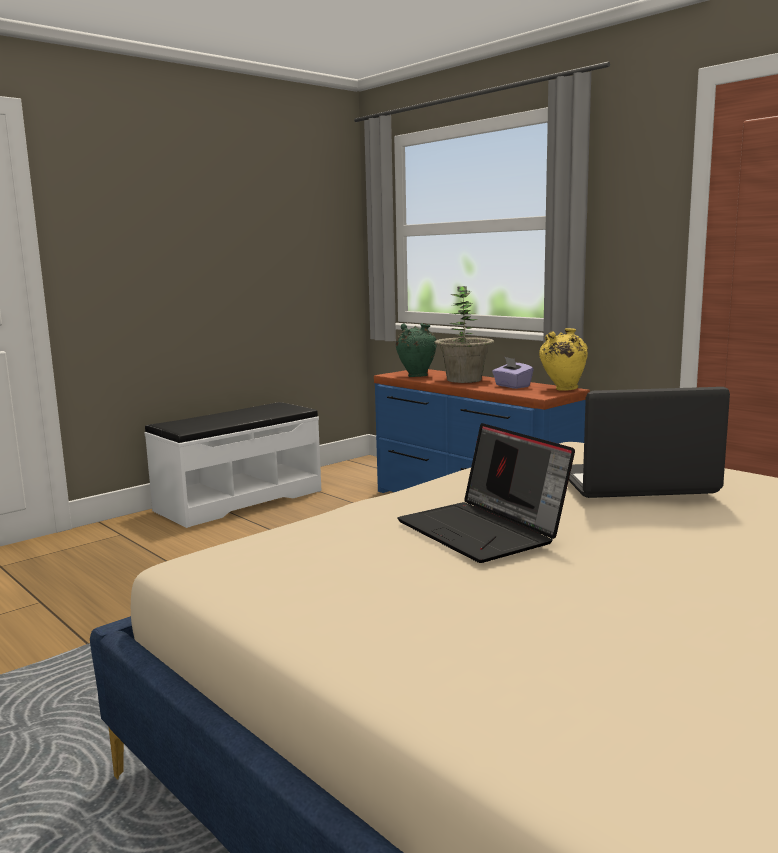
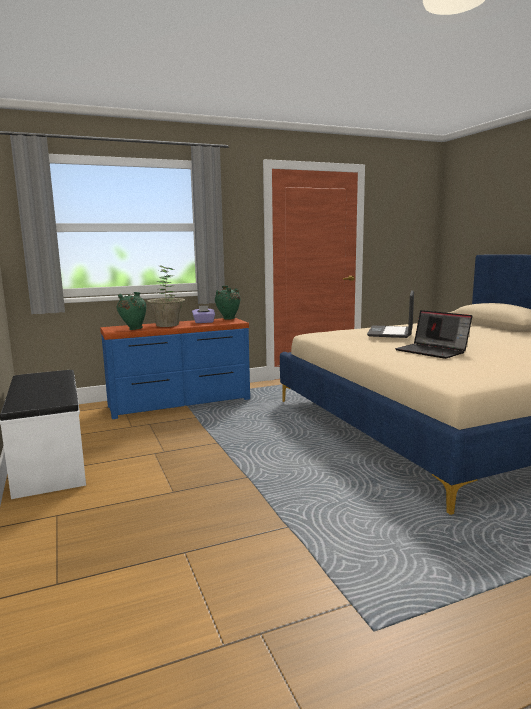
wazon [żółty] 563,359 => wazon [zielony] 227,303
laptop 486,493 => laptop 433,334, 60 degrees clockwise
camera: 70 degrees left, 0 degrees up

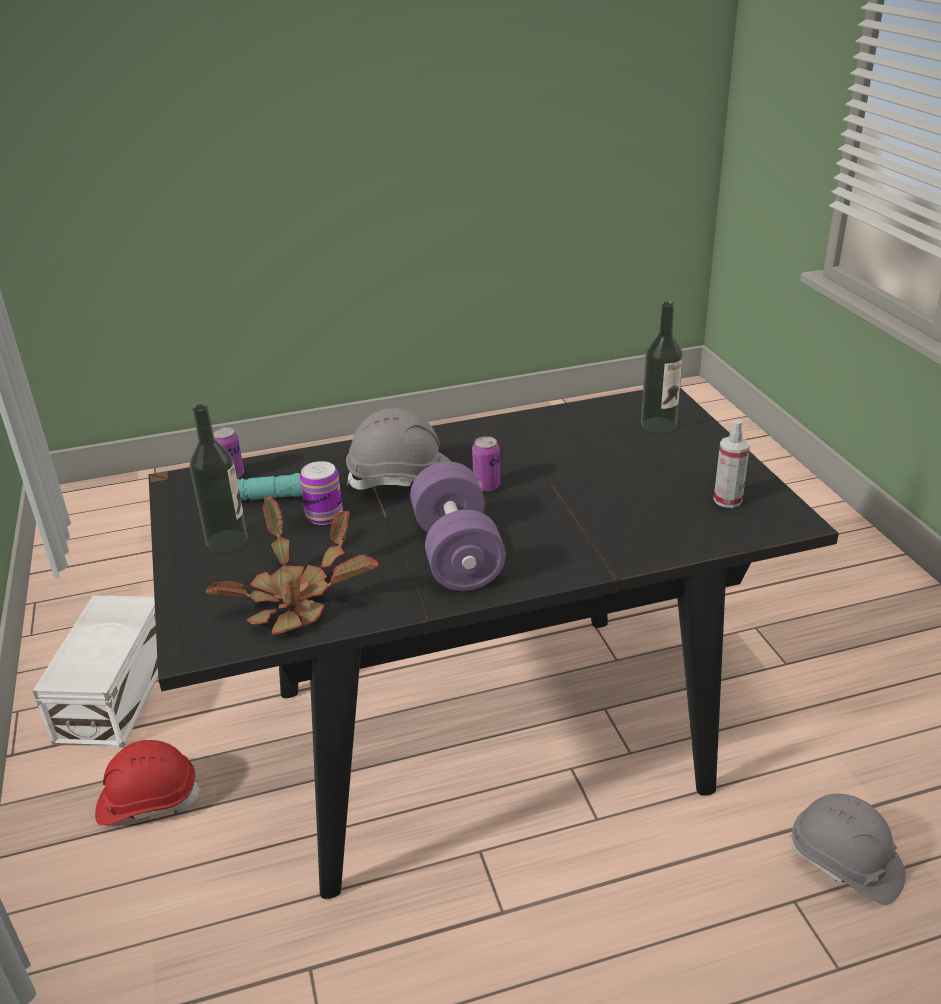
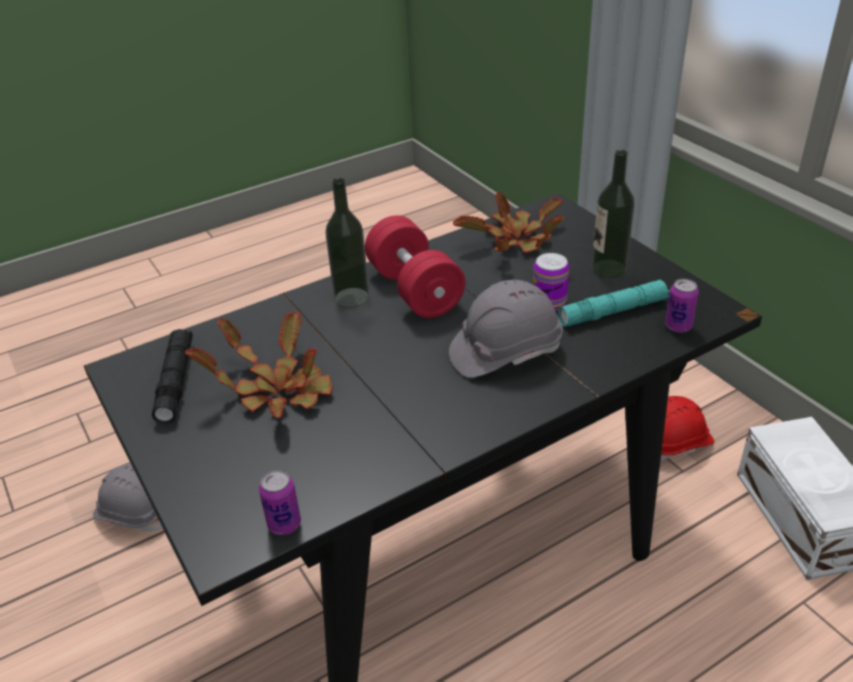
nothing => roślina doniczkowa 259,364
puszka 486,464 => puszka 280,502, relocated
butelka 662,368 => butelka 347,243, relocated
spryskiwacz 732,463 => latarka [czarny] 172,376
hantel [fioletowy] 458,526 => hantel [czerwony] 415,266
camera: 165 degrees right, 5 degrees up

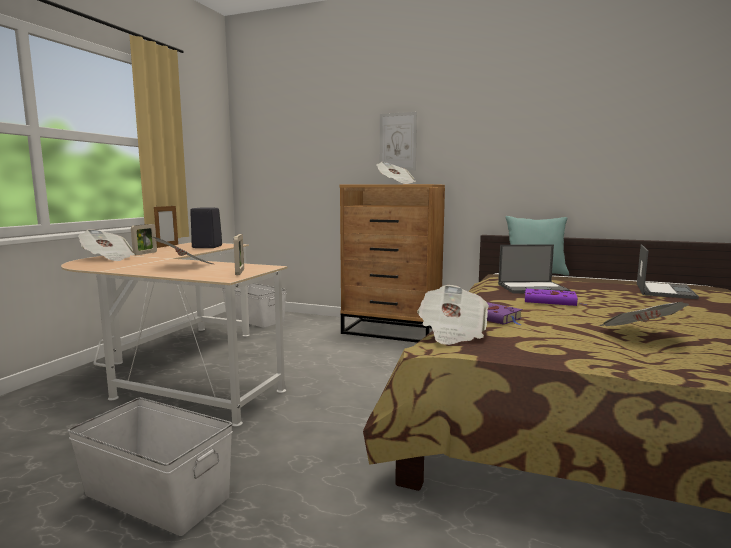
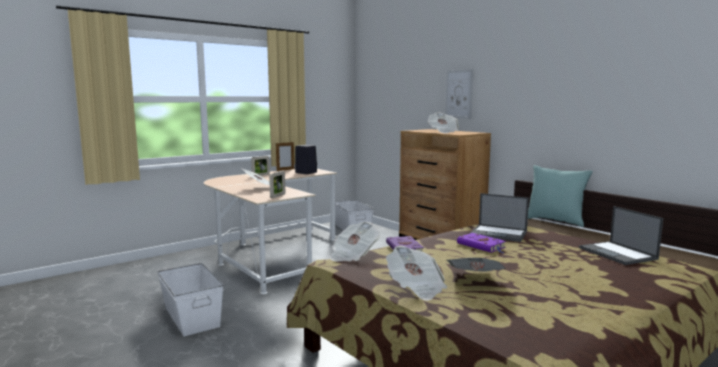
gazeta 106,245 => gazeta 416,273, relocated
laptop 668,271 => laptop 621,235, 105 degrees clockwise
camera: 30 degrees right, 0 degrees up

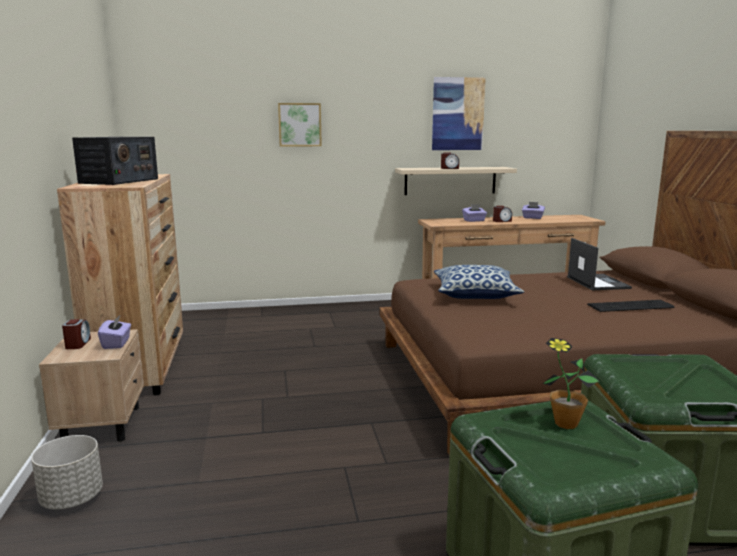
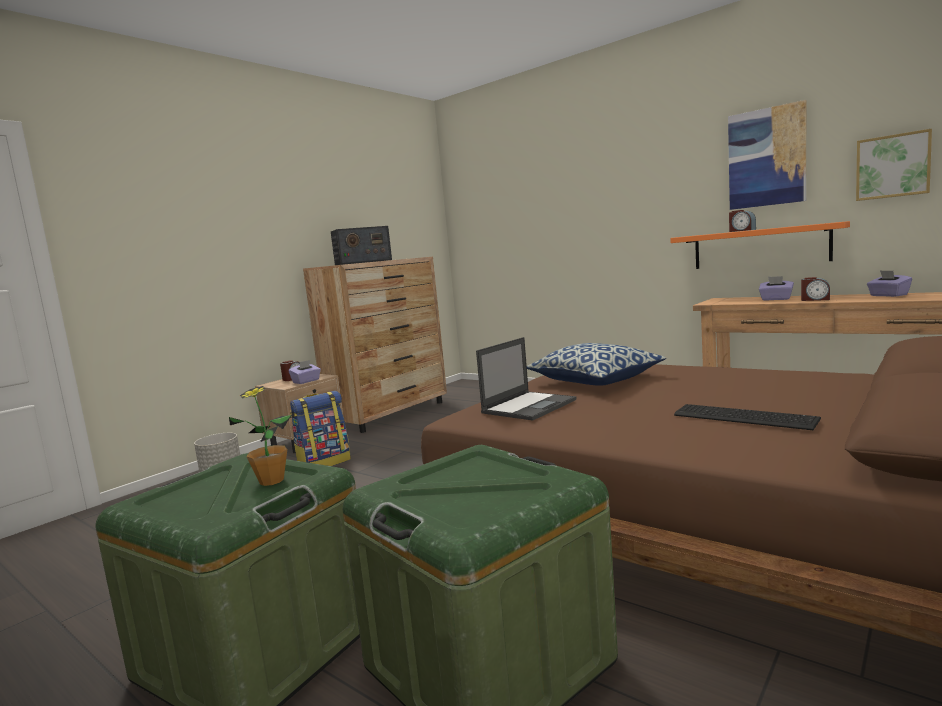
nothing => plecak 320,428
obraz 300,125 => obraz 894,165, relocated
laptop 599,264 => laptop 526,379, relocated
półka [beżowy] 456,181 => półka [pomarańczowy] 760,245
camera: 50 degrees right, 5 degrees down

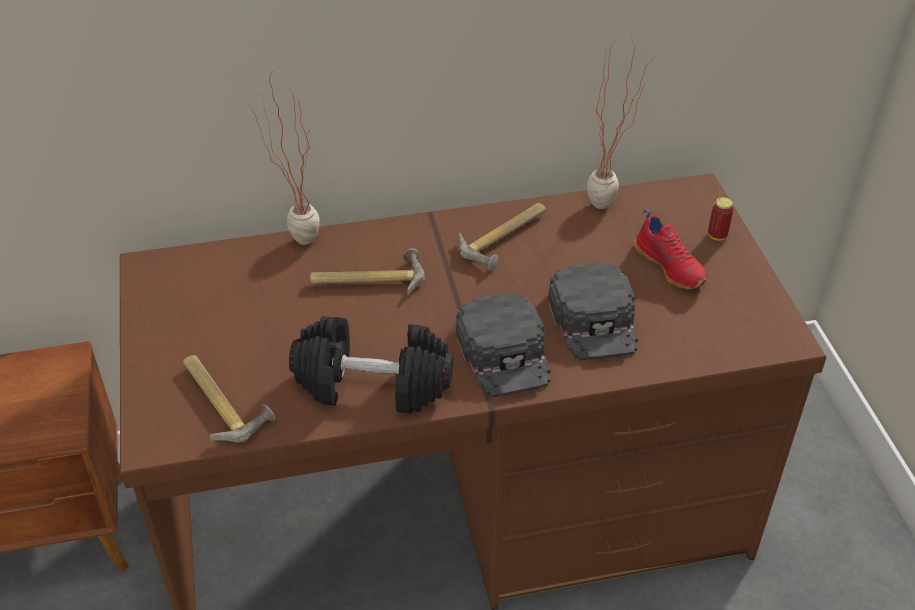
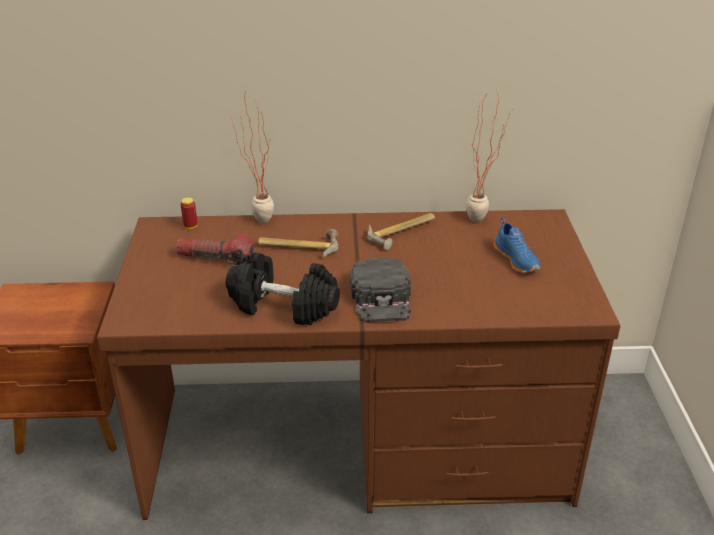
młotek 229,398 => nothing
czapka z daszkiem [czarny] 593,311 => nothing
nothing => latarka 215,249
puszka 721,219 => puszka 189,213, relocated
but [czerwony] 671,249 => but [niebieski] 517,245
camera: 10 degrees right, 10 degrees down

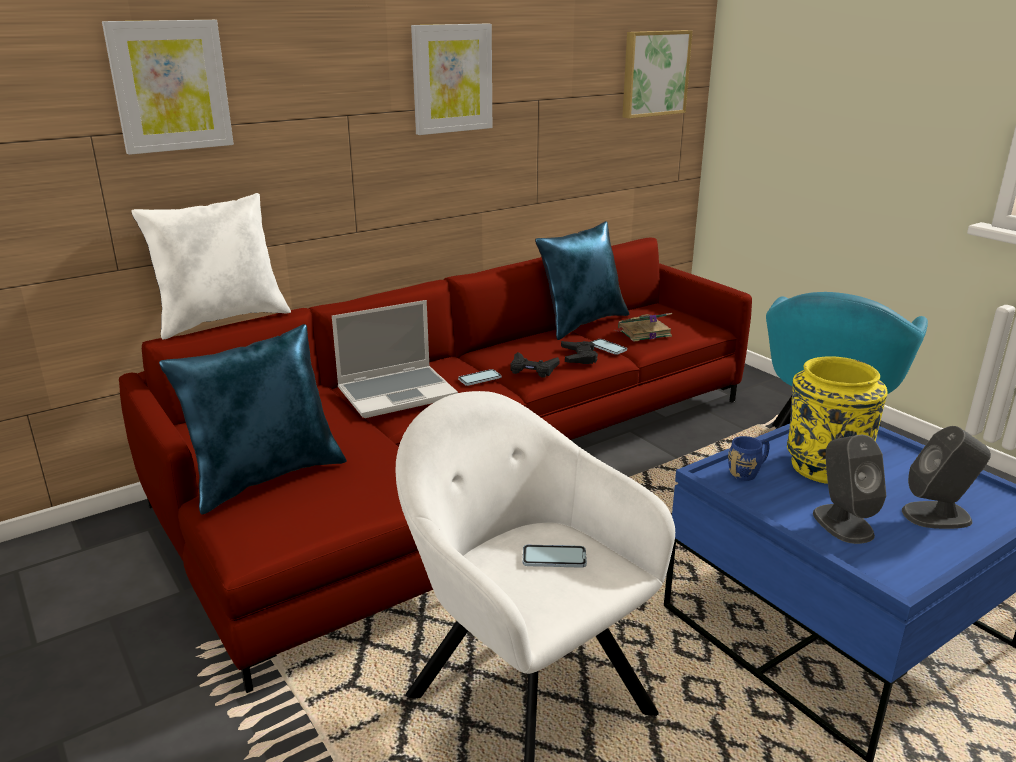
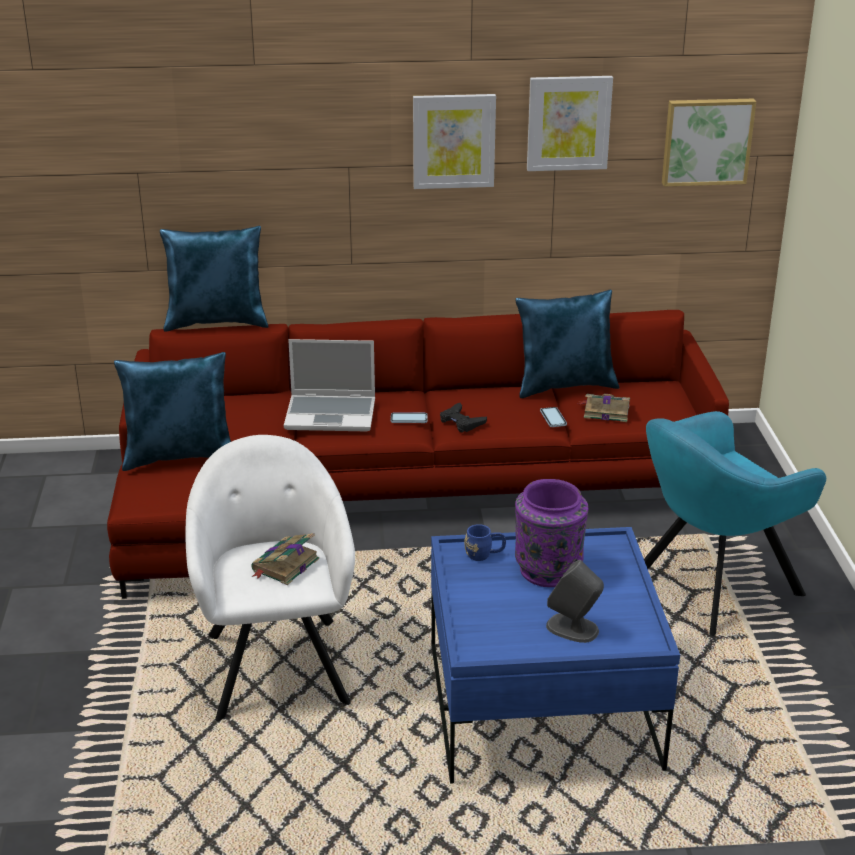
pad do gier [czarny] 579,352 => nothing
głośnik [szary] 849,489 => nothing
obraz 168,87 => obraz 570,123, relocated
telefon 555,556 => książka 285,559
poduszka [biały] 211,266 => poduszka [niebieski] 214,279
wazon [żółty] 837,420 => wazon [fioletowy] 552,533
camera: 30 degrees right, 5 degrees up

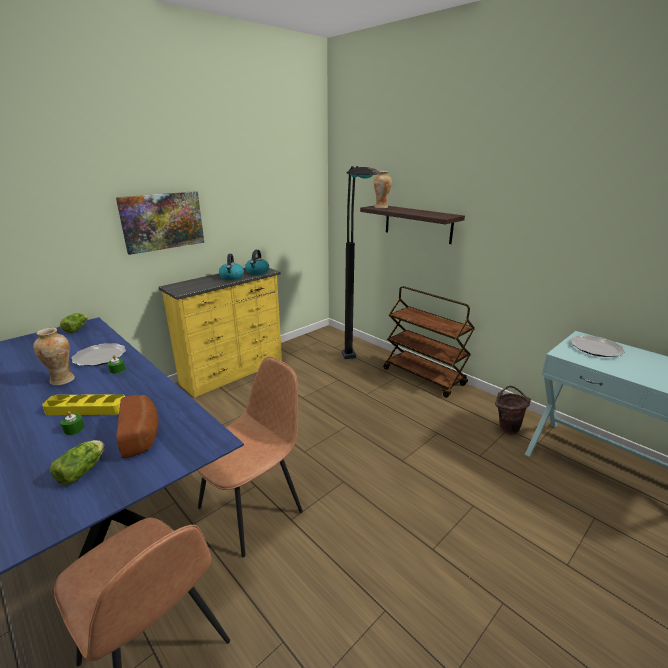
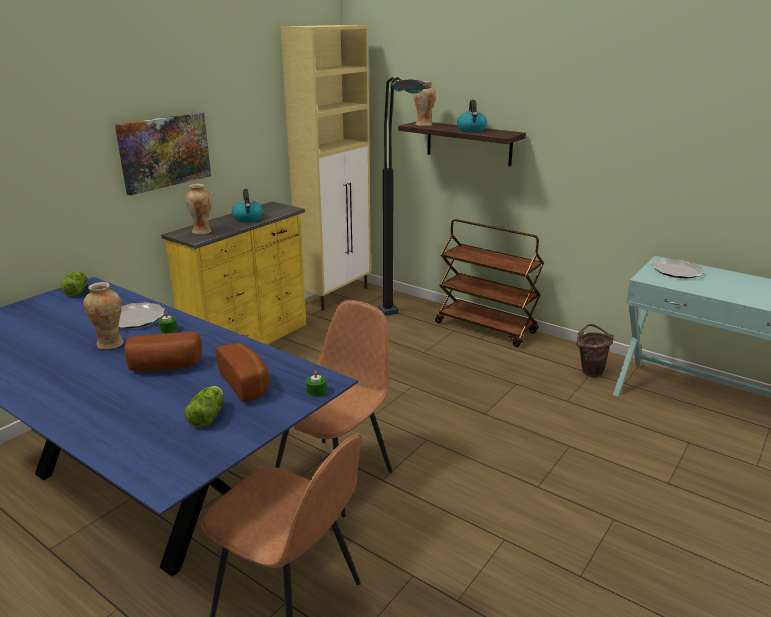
nothing => wazon 198,209
nothing => szafka [beżowy] 325,168
świeca [zielony] 73,423 => świeca [zielony] 316,383, relocated
czajnik 257,262 => czajnik 472,116, relocated
taca [żółty] 83,404 => chleb 163,351
camera: 10 degrees left, 0 degrees up

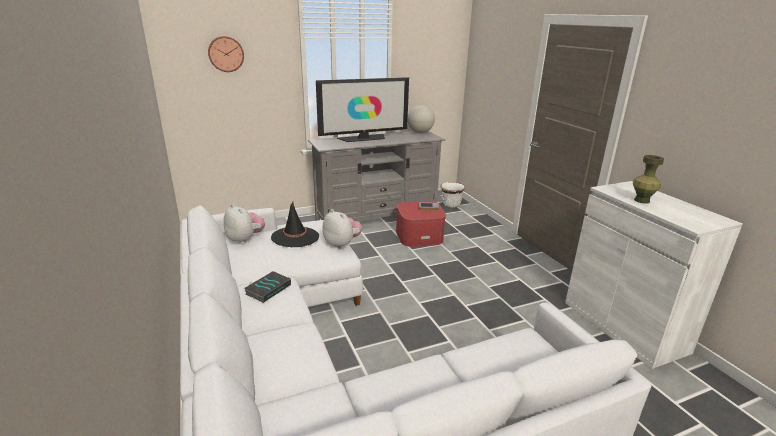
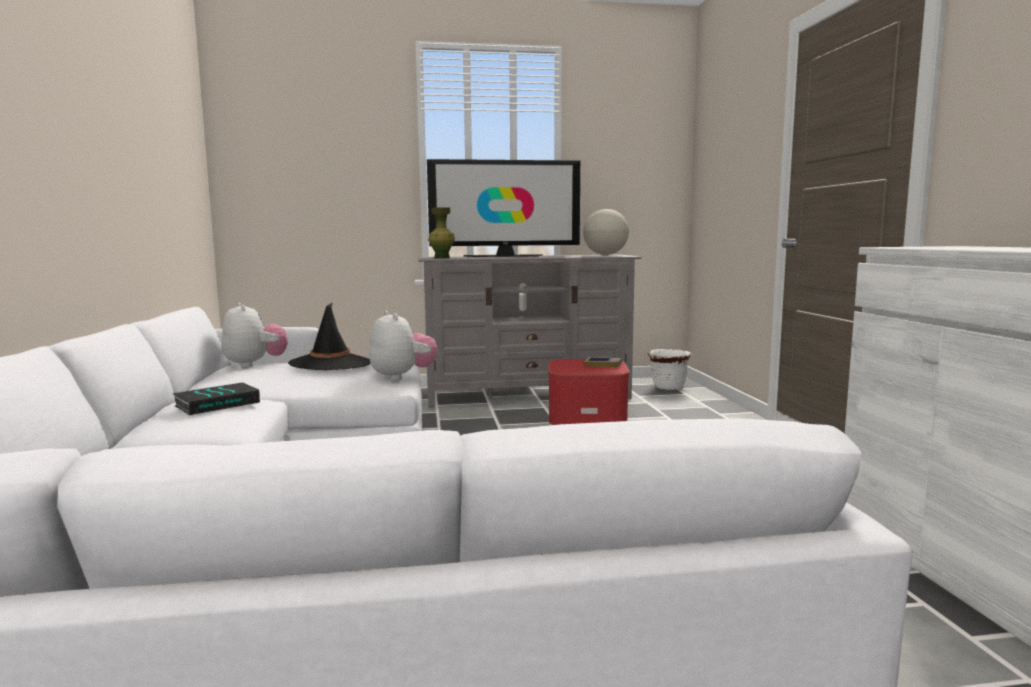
zegar ścienny 226,54 => nothing
wazon [zielony] 648,179 => wazon [zielony] 441,232, relocated
camera: 15 degrees right, 15 degrees down

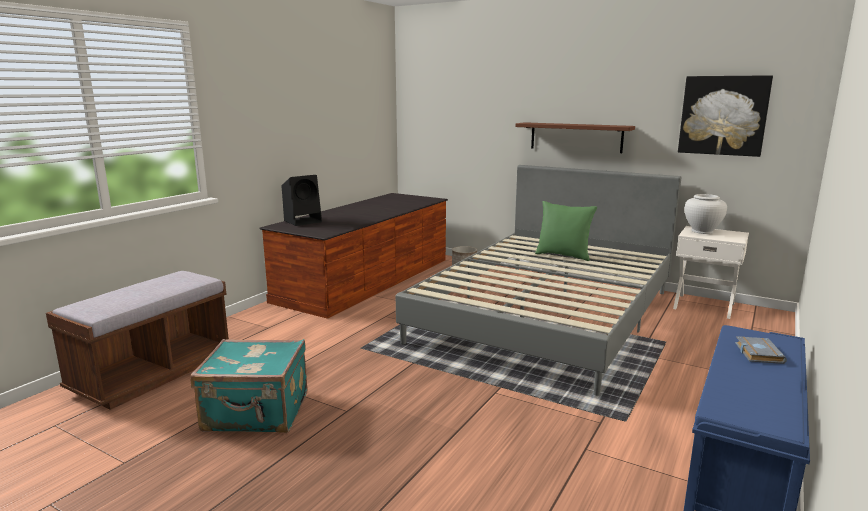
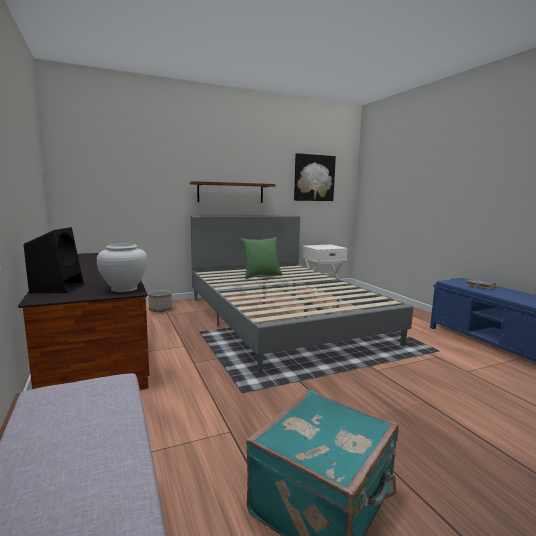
wazon [biały] 706,214 => wazon [biały] 122,268, relocated
camera: 55 degrees left, 5 degrees down

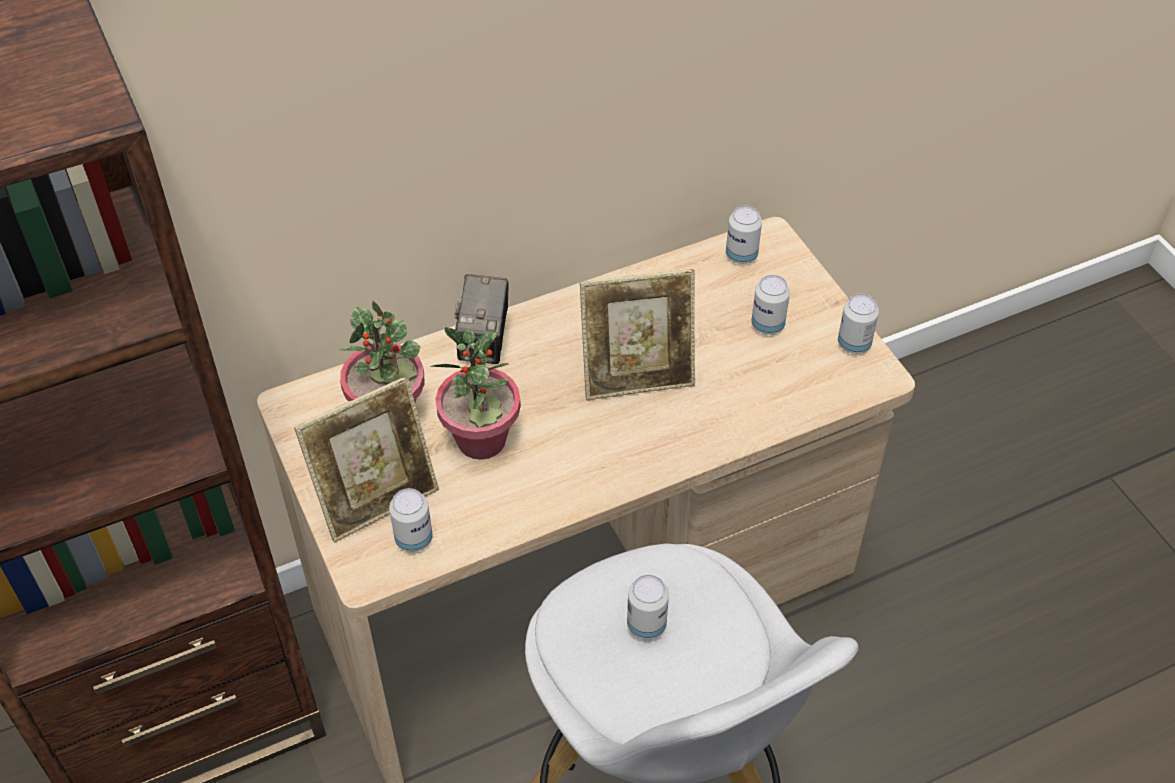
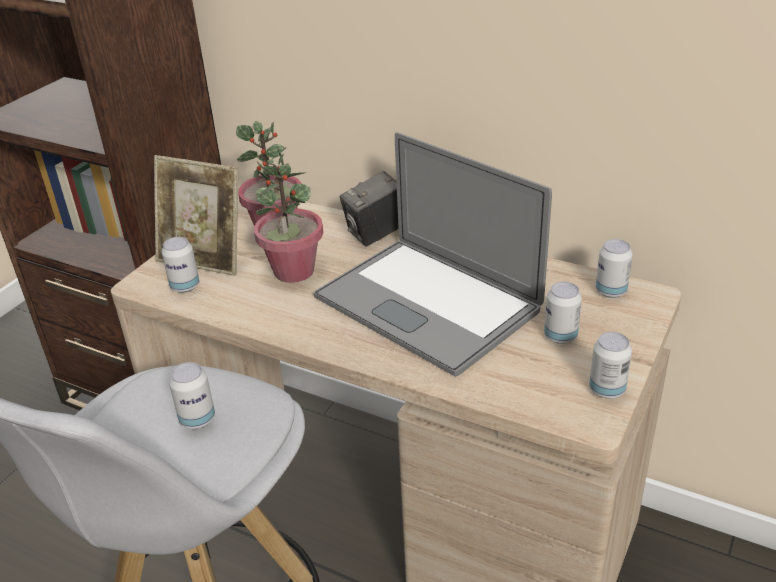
ramka na zdjęcie 637,334 => laptop 433,254
camera: 55 degrees right, 15 degrees down

